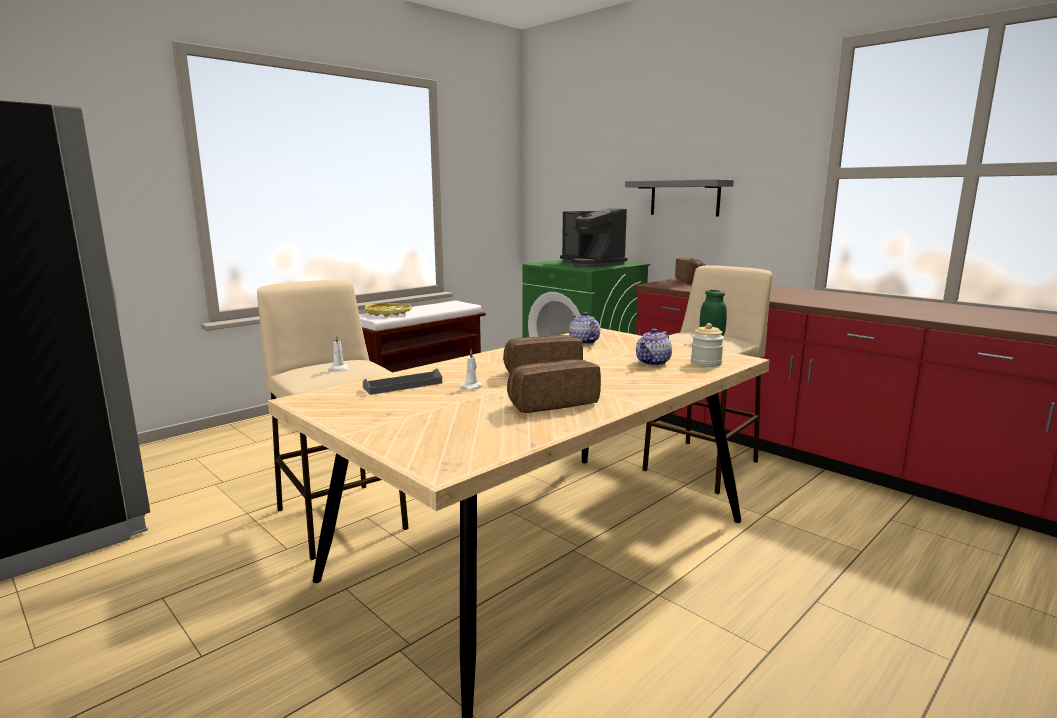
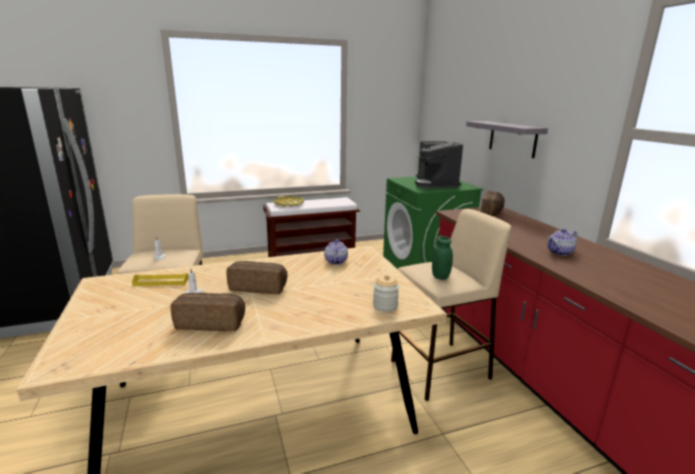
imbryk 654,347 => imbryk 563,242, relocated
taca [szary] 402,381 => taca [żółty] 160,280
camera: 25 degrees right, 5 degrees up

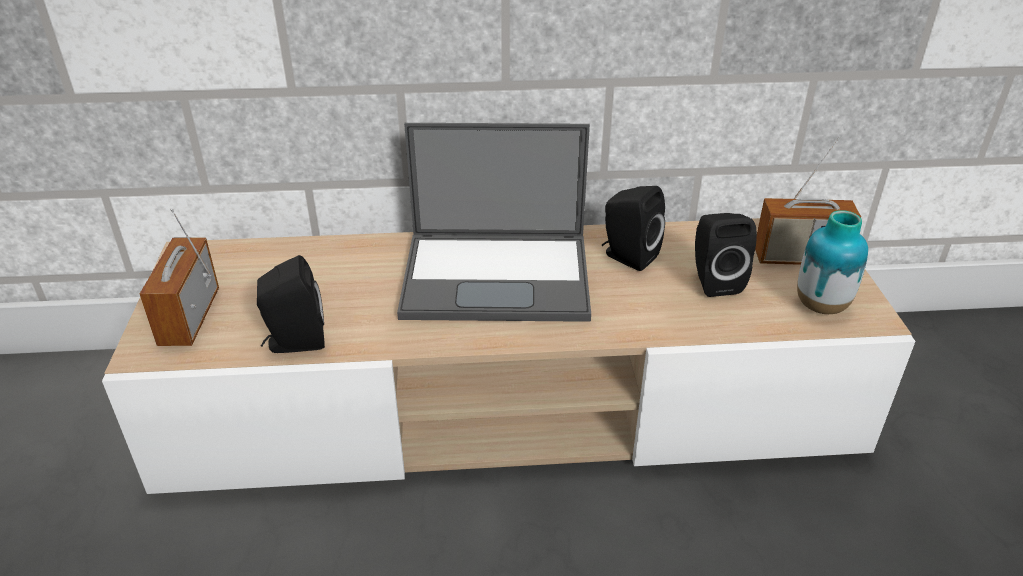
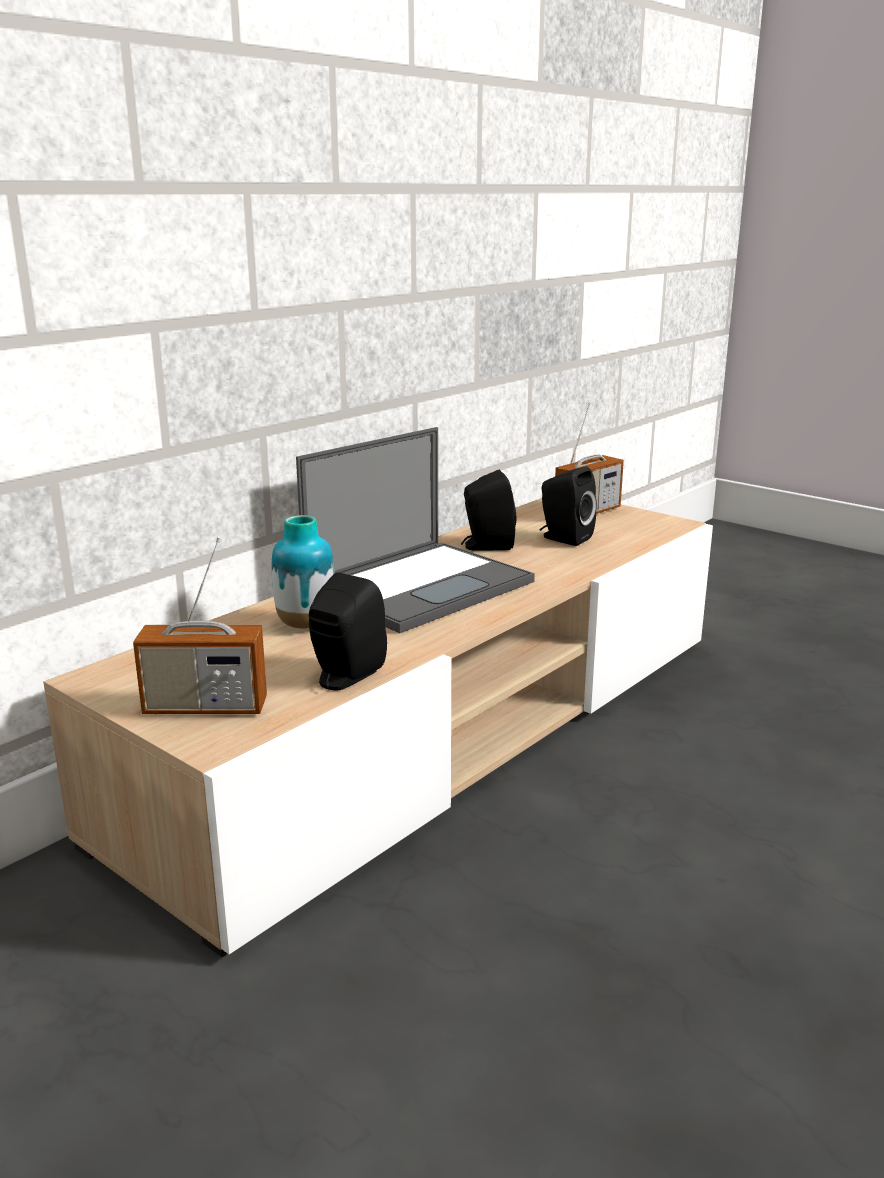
wazon 832,262 => wazon 303,572, relocated
radio 179,277 => radio 200,625, 45 degrees counterclockwise
camera: 45 degrees left, 15 degrees down

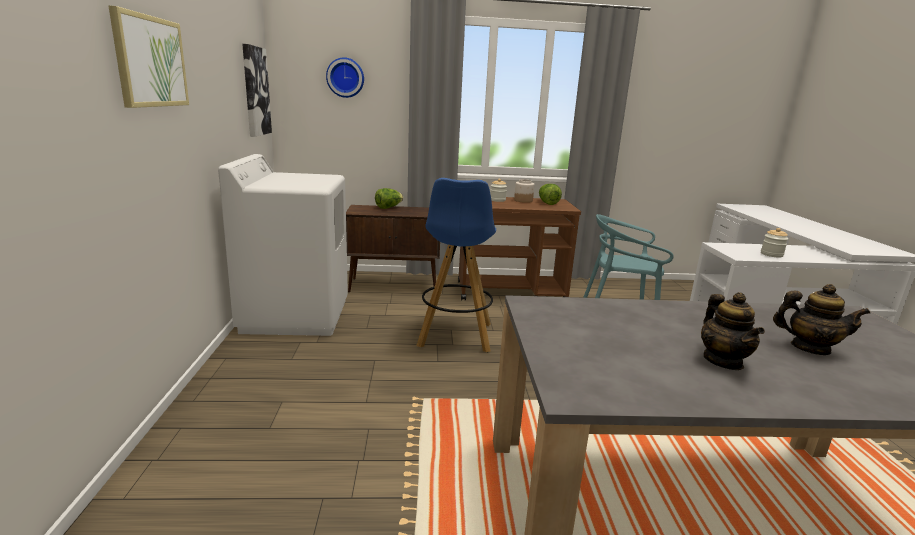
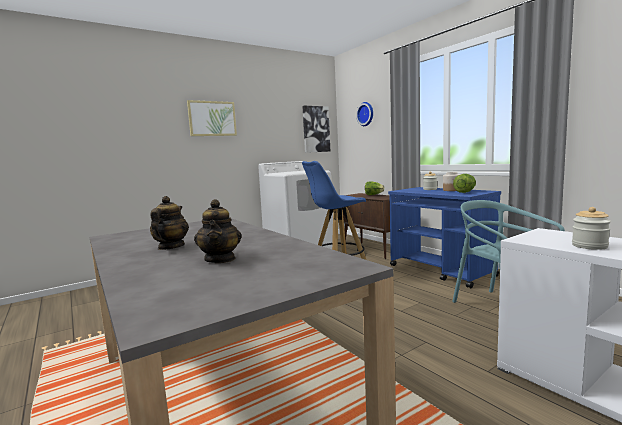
wózek [brązowy] 519,249 => wózek [niebieski] 444,237
imbryk 733,331 => imbryk 169,223, 135 degrees clockwise
camera: 60 degrees right, 10 degrees down

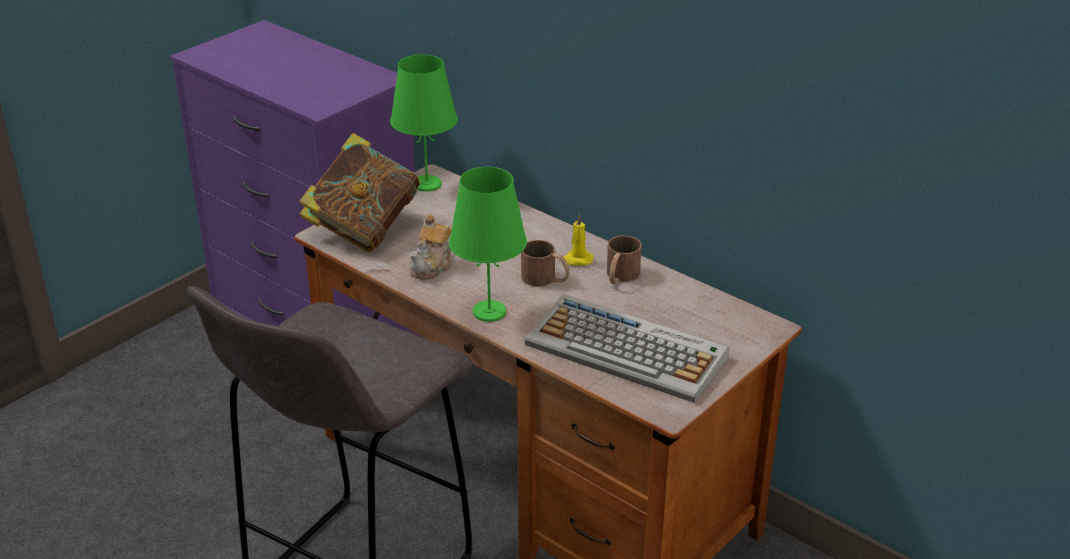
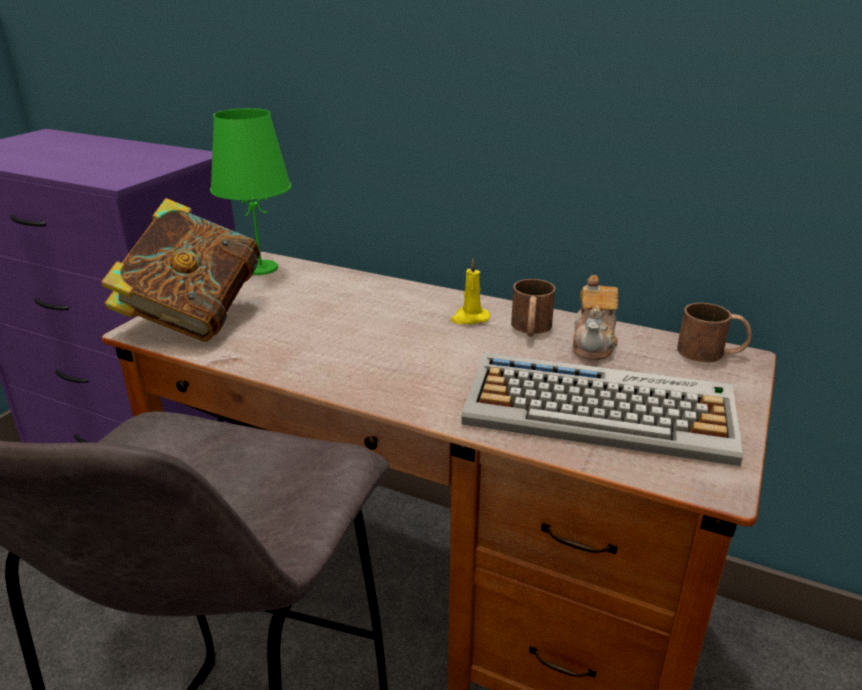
lampa stołowa [zielony] 488,244 => nothing
imbryk 430,247 => imbryk 595,317, relocated
kubek [brązowy] 545,263 => kubek [brązowy] 714,332, relocated
camera: 15 degrees left, 5 degrees down

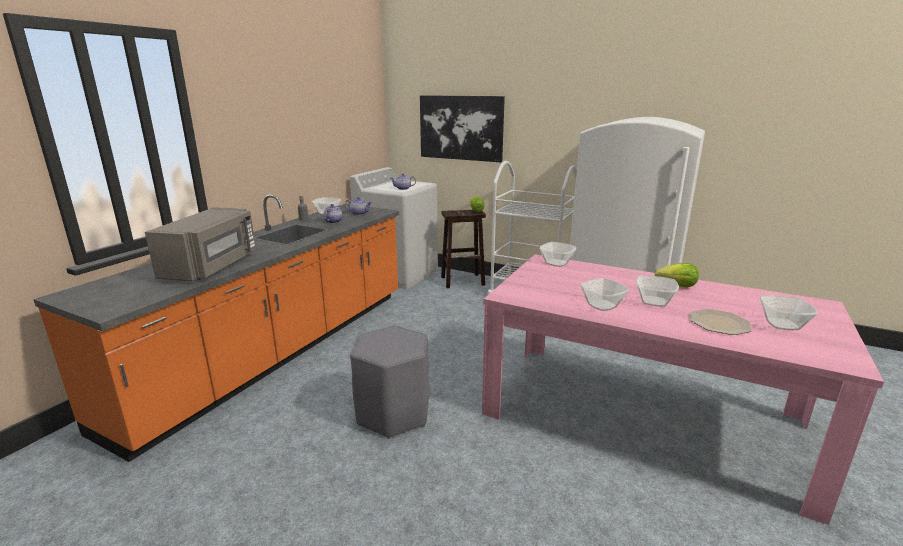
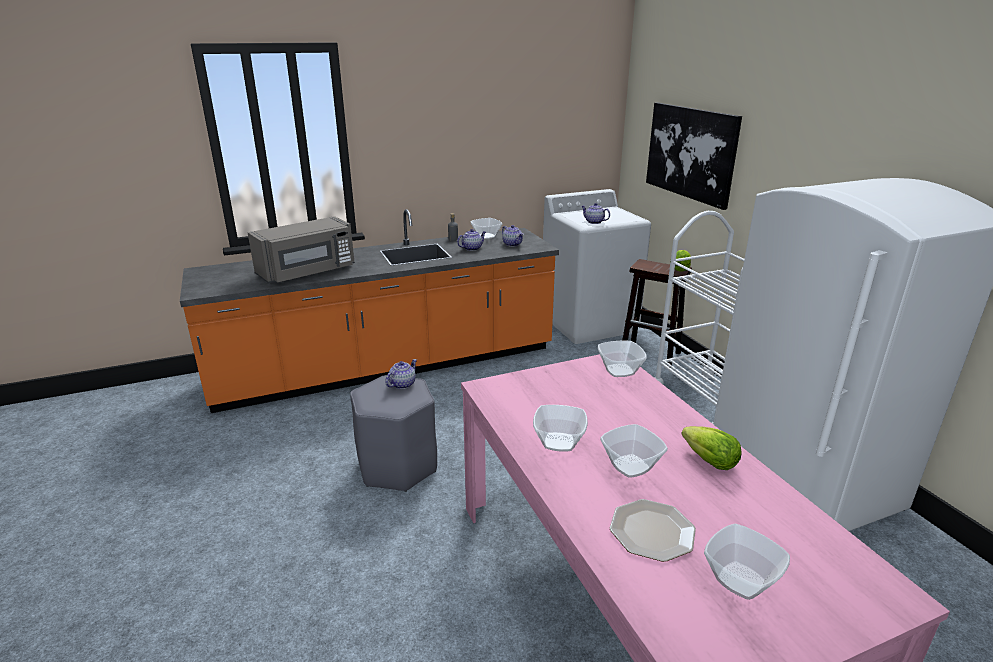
nothing => imbryk 401,374
camera: 40 degrees right, 5 degrees up

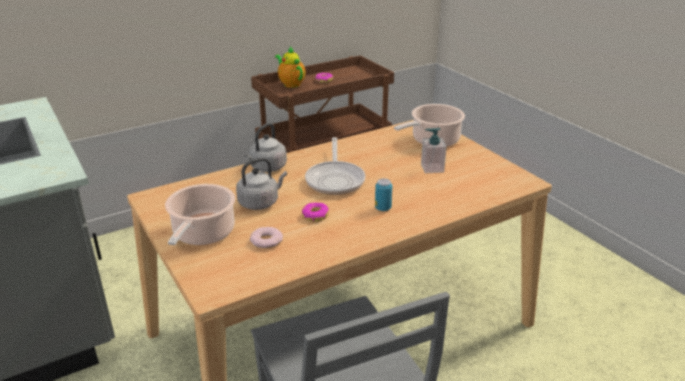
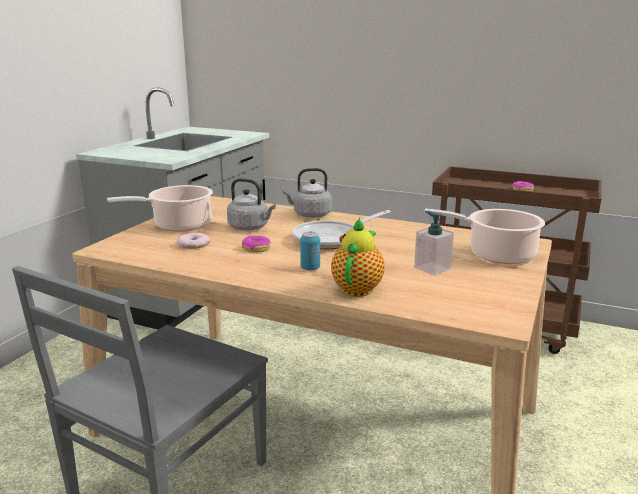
imbryk 290,67 => imbryk 358,257, relocated
camera: 55 degrees right, 10 degrees down

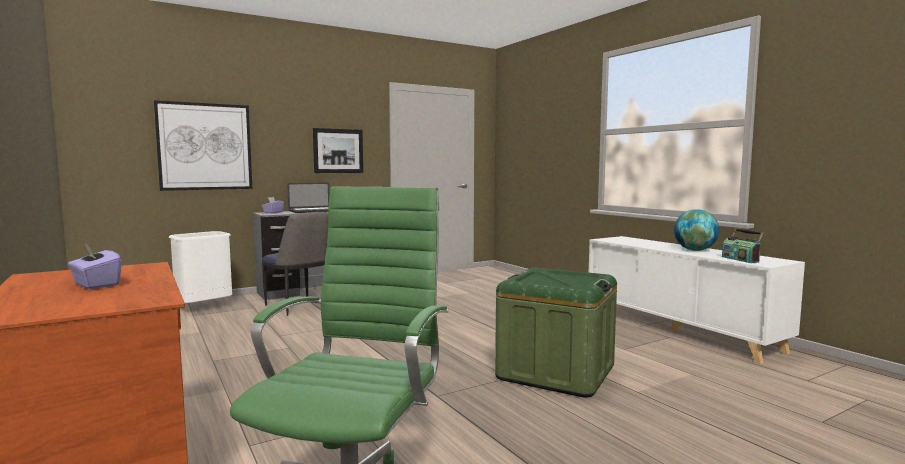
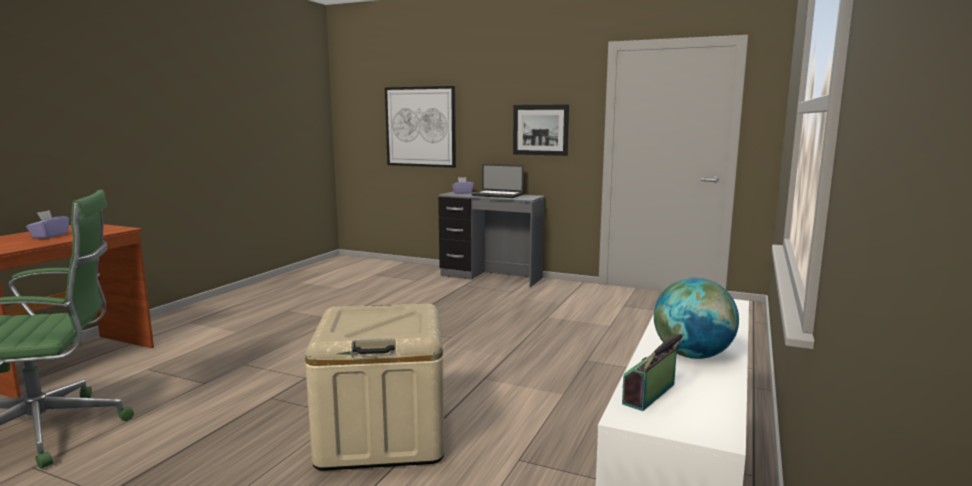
kosz na śmieci [biały] 200,267 => nothing
krzesło 295,264 => nothing
pojemnik do przechowywania [zielony] 556,332 => pojemnik do przechowywania [beżowy] 375,387
camera: 55 degrees right, 5 degrees up

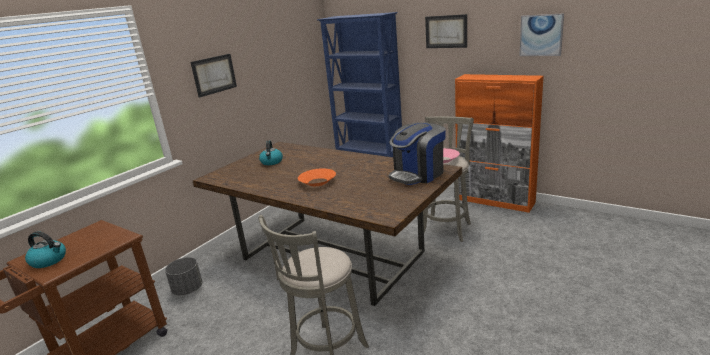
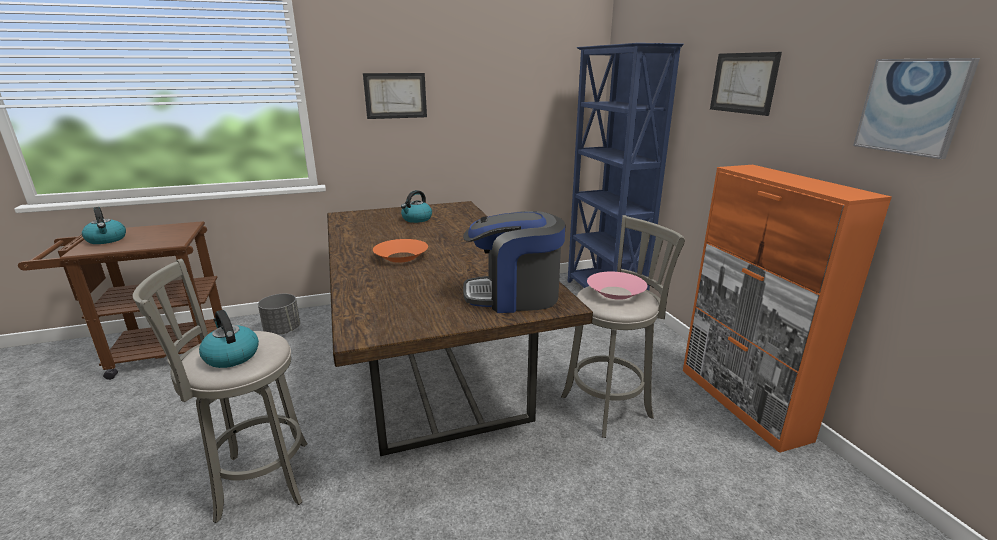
nothing => czajnik 229,339
camera: 35 degrees right, 0 degrees up

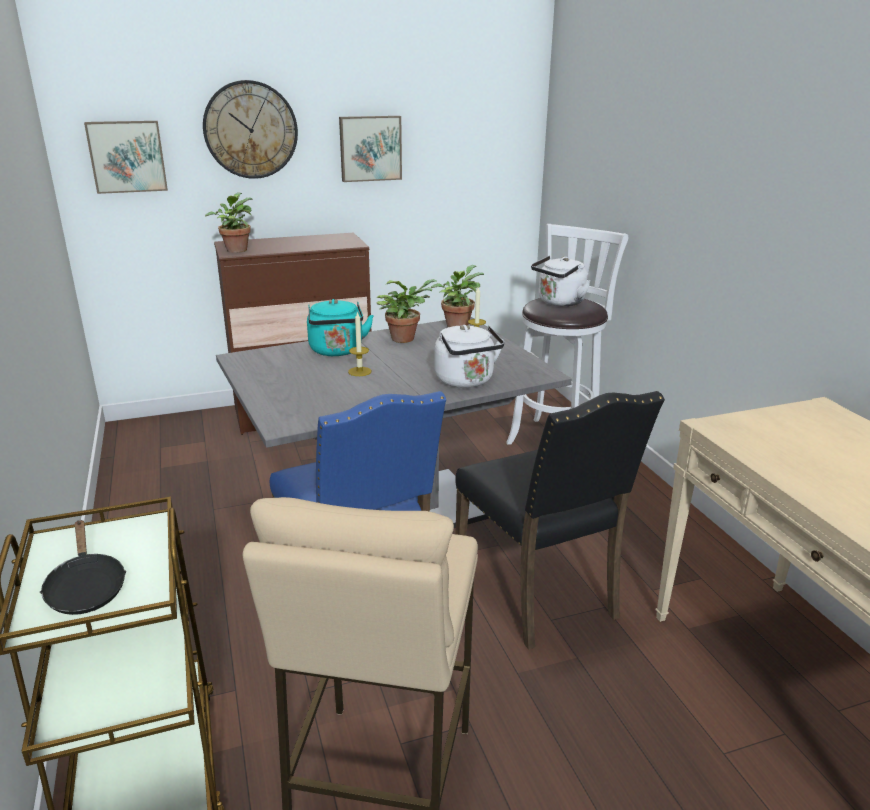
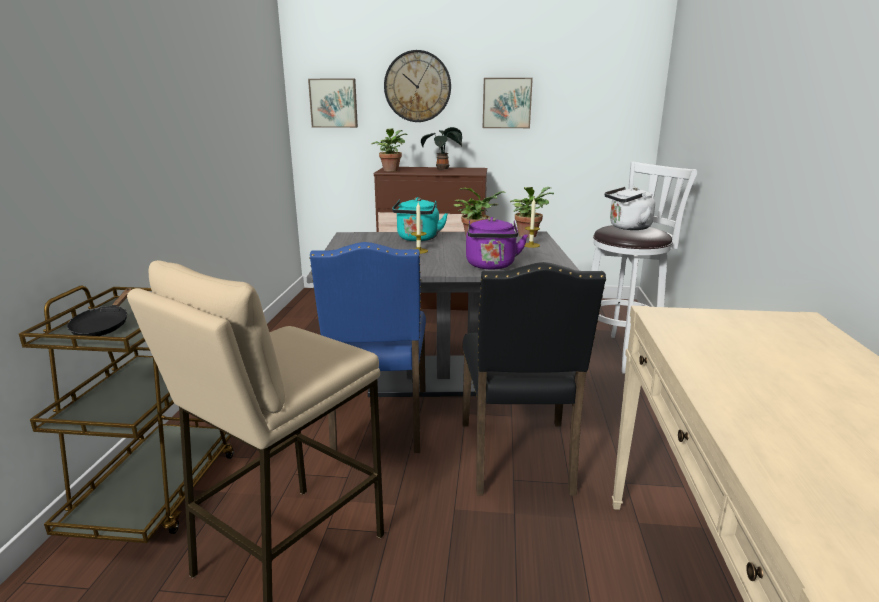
nothing => roślina doniczkowa 441,148
czajnik [biały] 469,356 => czajnik [fioletowy] 497,243
camera: 25 degrees right, 5 degrees down

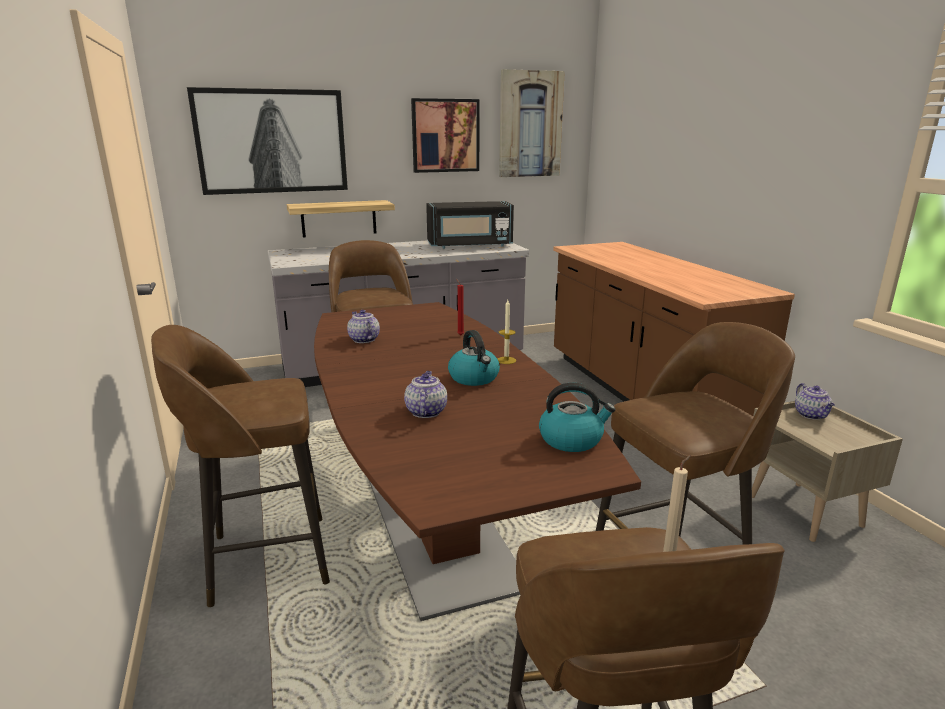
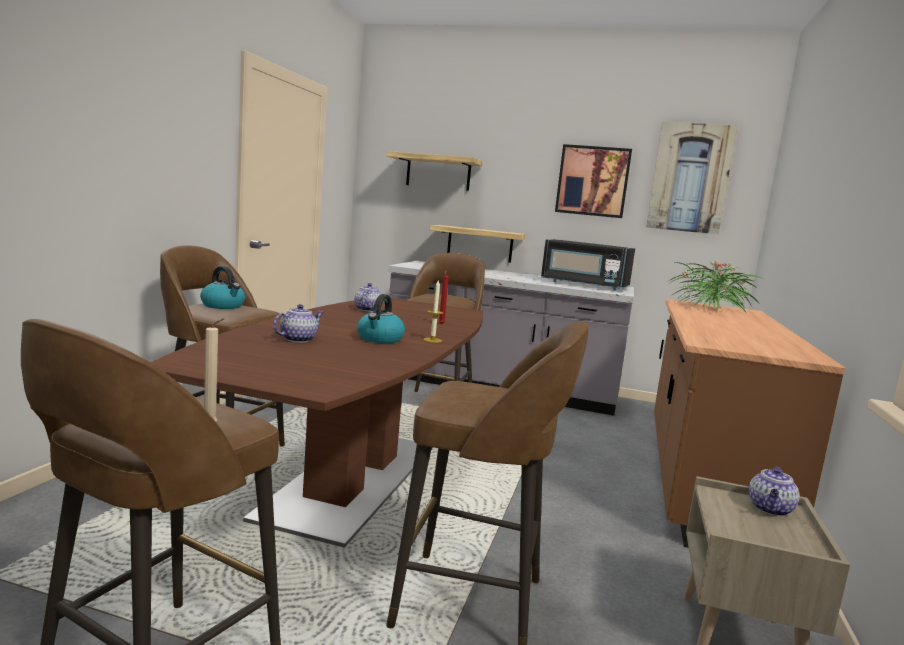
nothing => roślina doniczkowa 715,286
czajnik 577,417 => czajnik 222,287, relocated
obraz 267,141 => półka 434,171
camera: 35 degrees right, 10 degrees down

